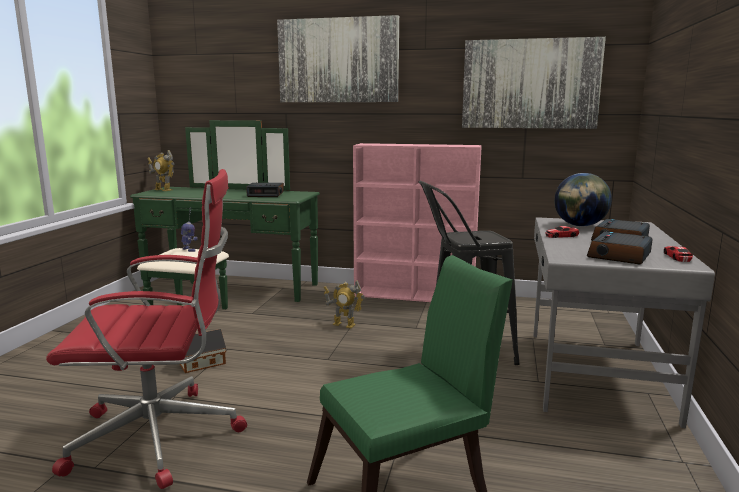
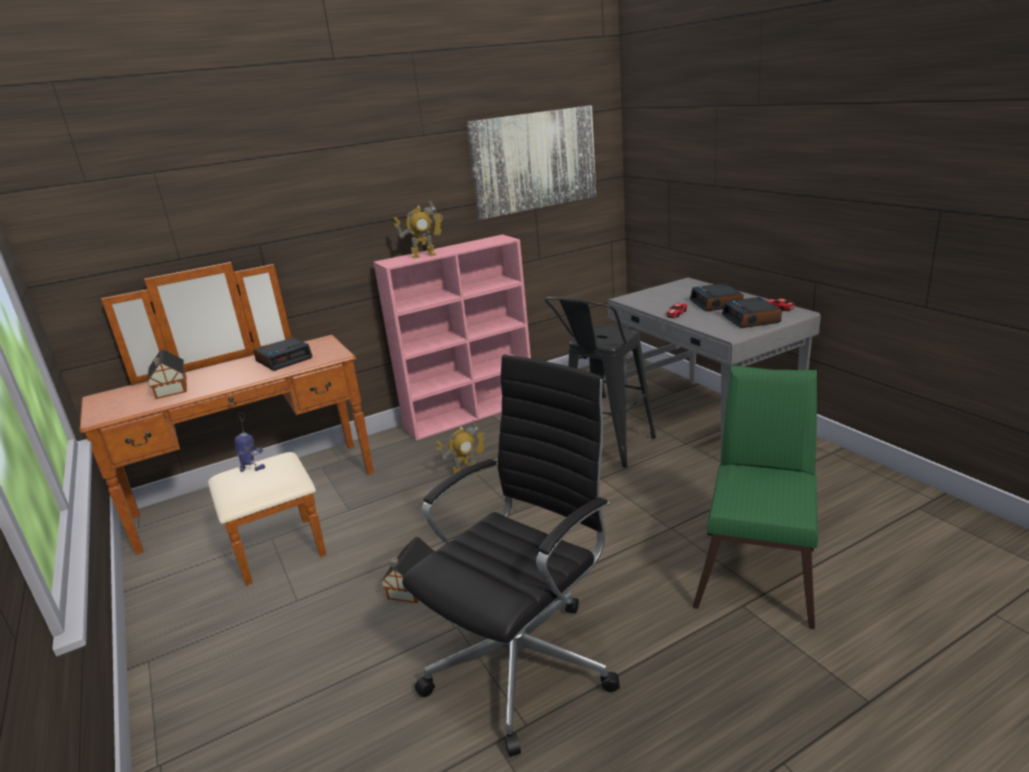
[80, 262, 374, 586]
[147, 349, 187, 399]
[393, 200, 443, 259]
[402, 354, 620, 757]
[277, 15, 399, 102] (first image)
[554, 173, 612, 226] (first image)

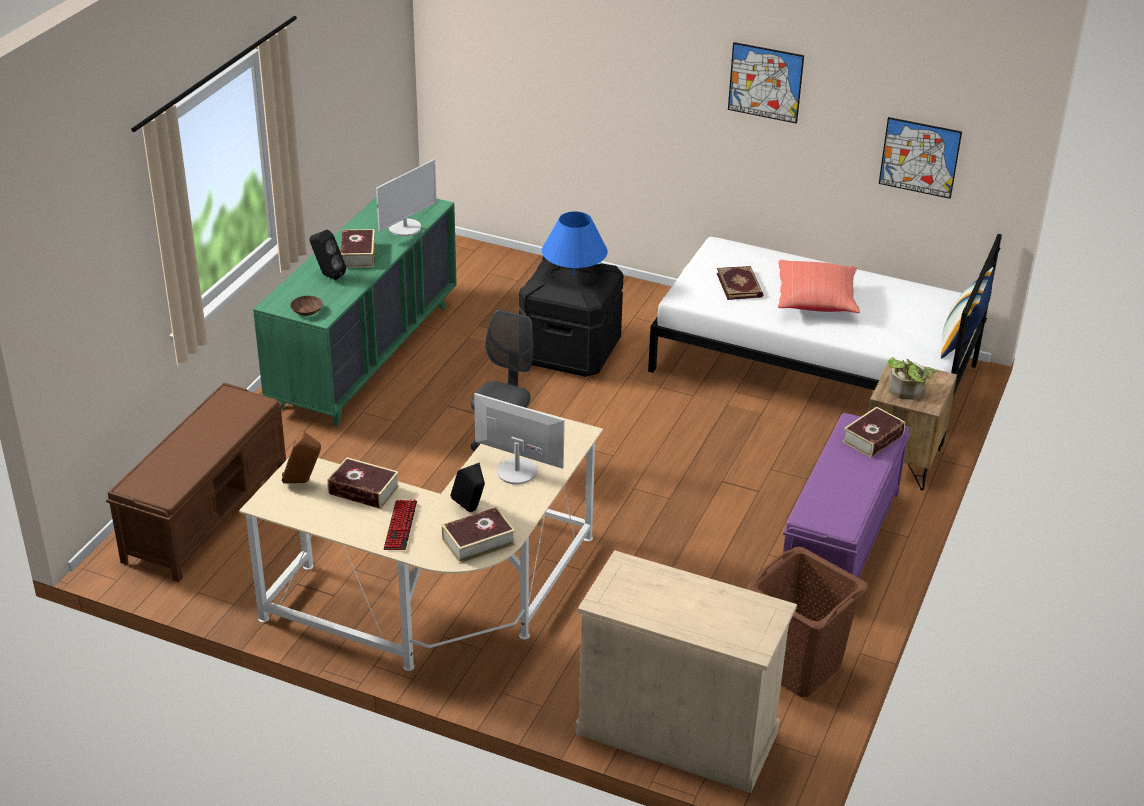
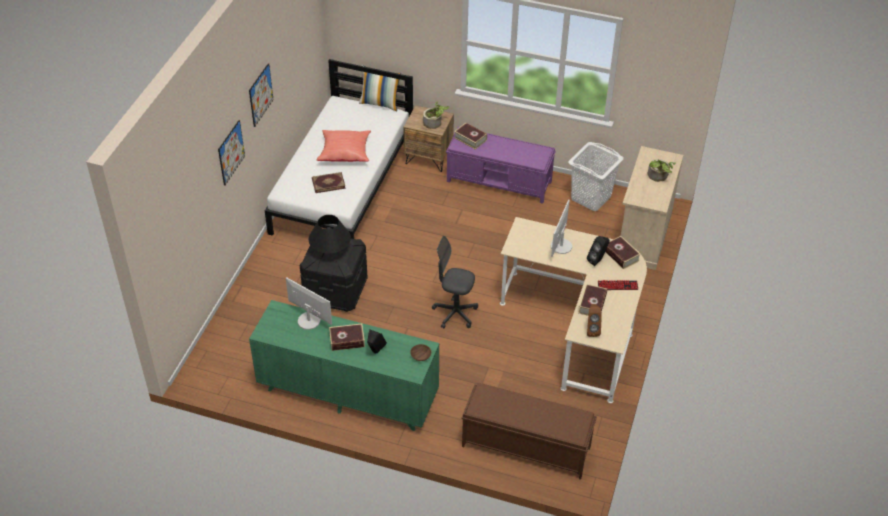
[218, 120, 245, 186]
[309, 215, 351, 253]
[568, 142, 624, 211]
[648, 159, 676, 182]

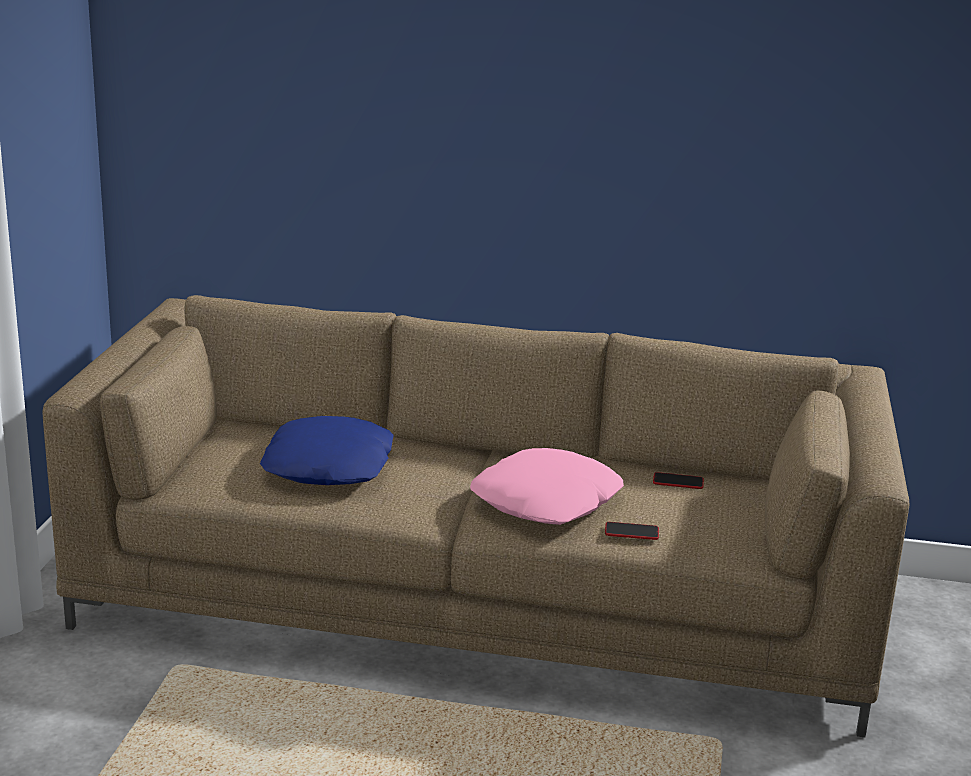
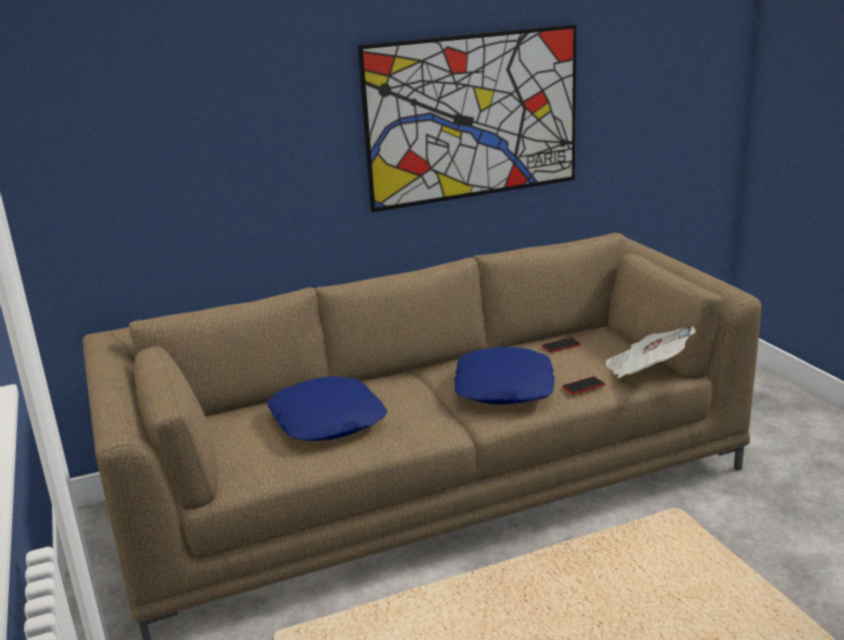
[358, 24, 577, 212]
[454, 347, 555, 404]
[605, 326, 695, 378]

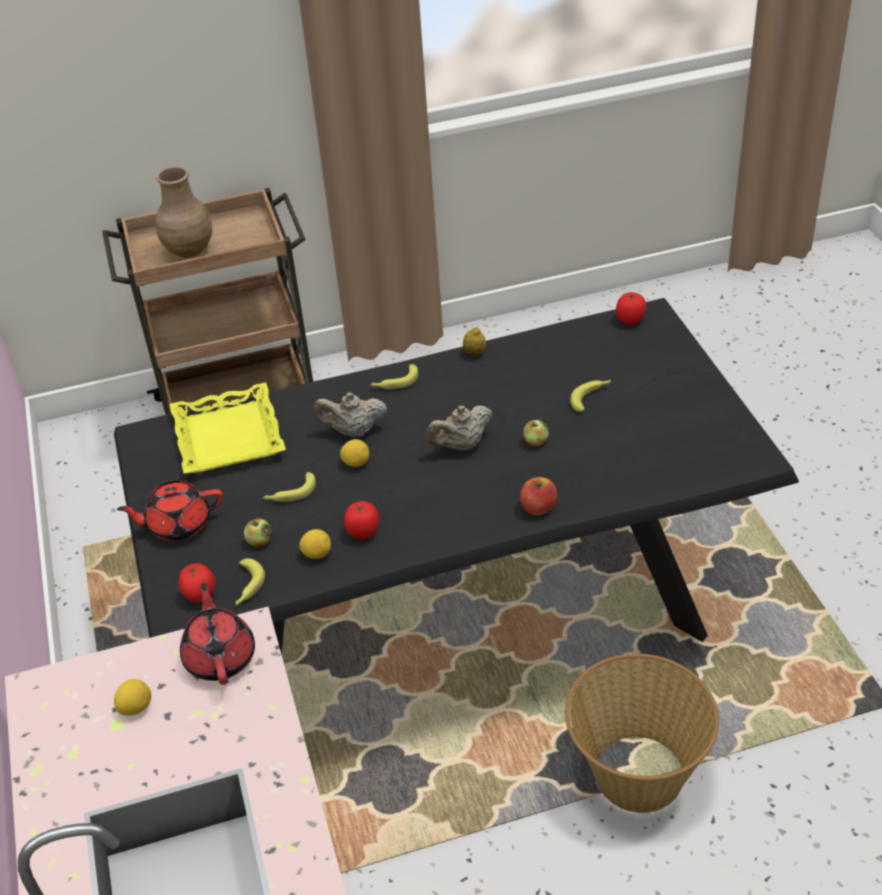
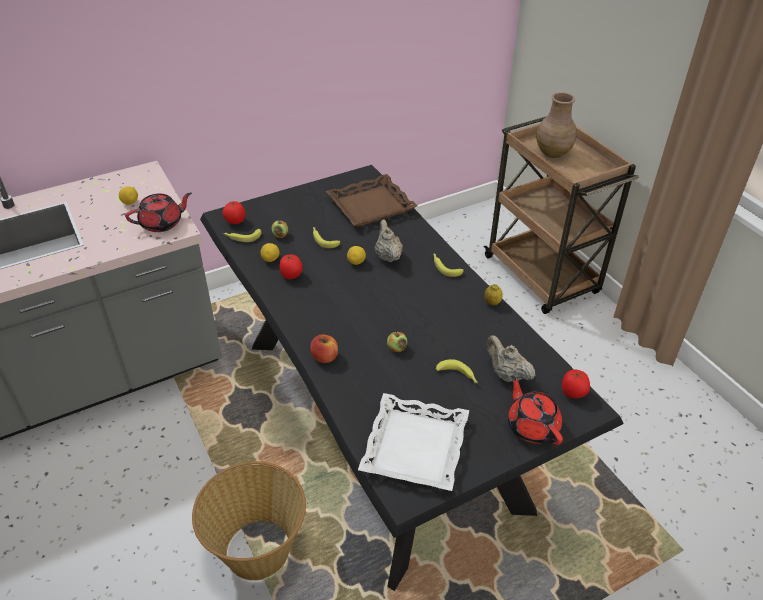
[326, 174, 417, 227]
[358, 393, 470, 491]
[486, 335, 535, 382]
[508, 375, 563, 445]

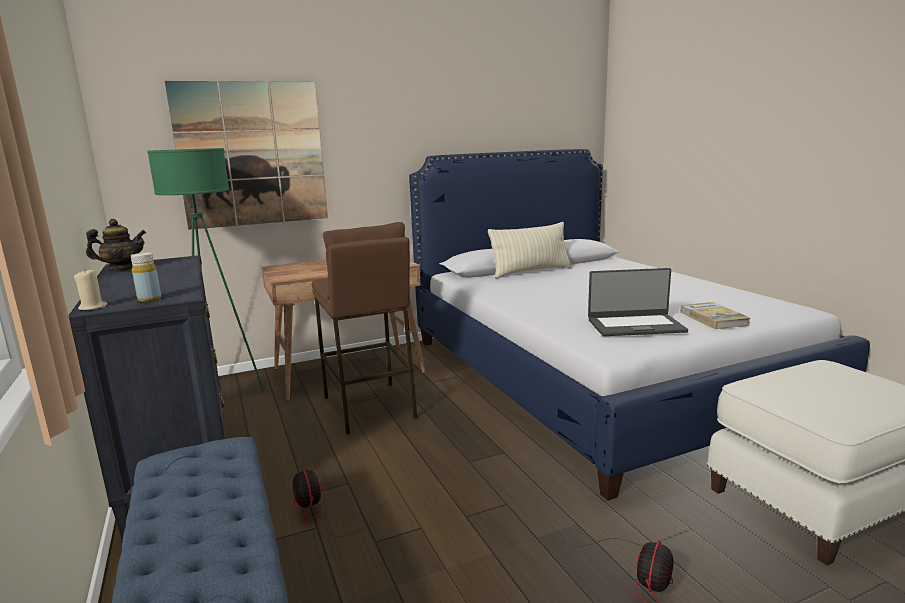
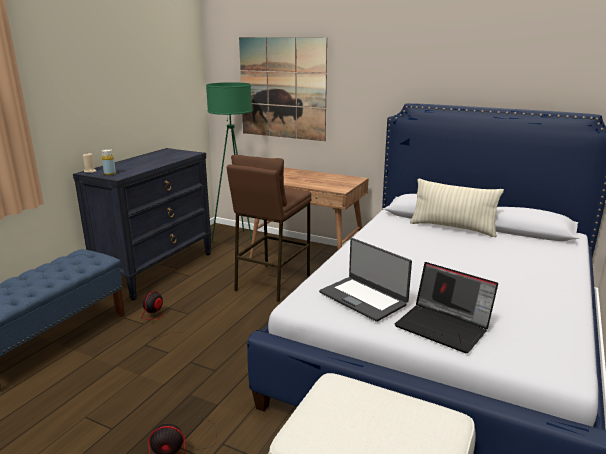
[394, 262, 498, 353]
[86, 219, 146, 271] (first image)

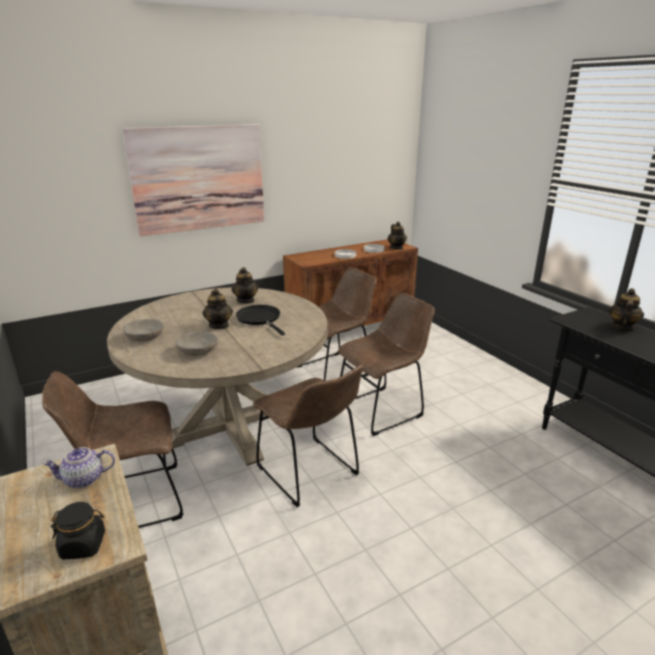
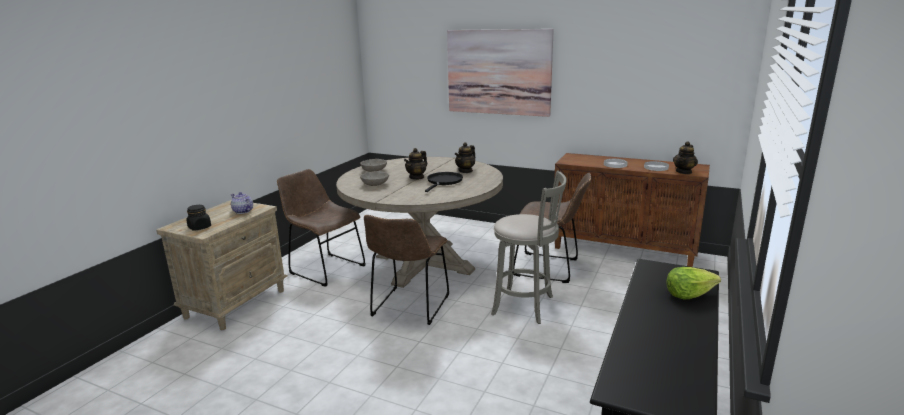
[491, 170, 567, 324]
[667, 267, 721, 300]

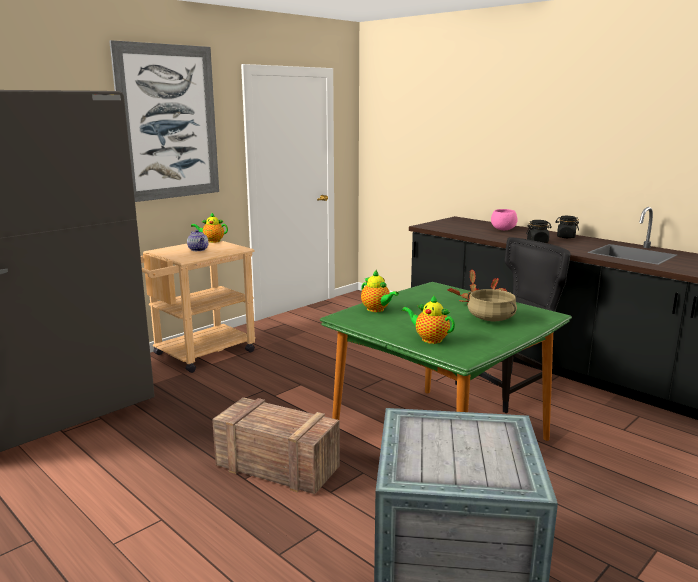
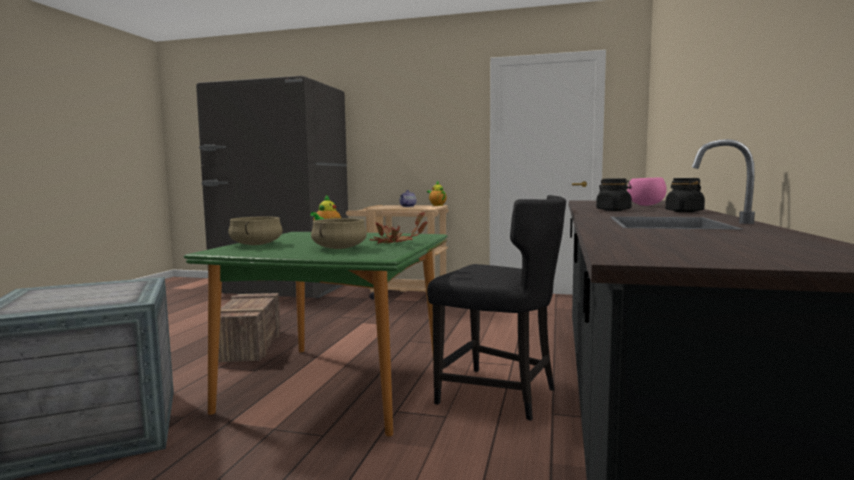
[228, 216, 283, 245]
[109, 40, 219, 202] (first image)

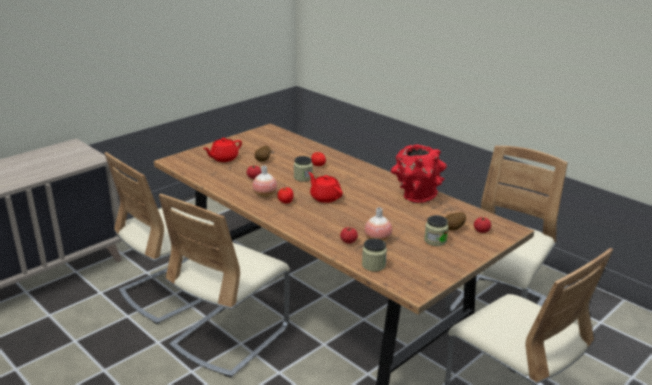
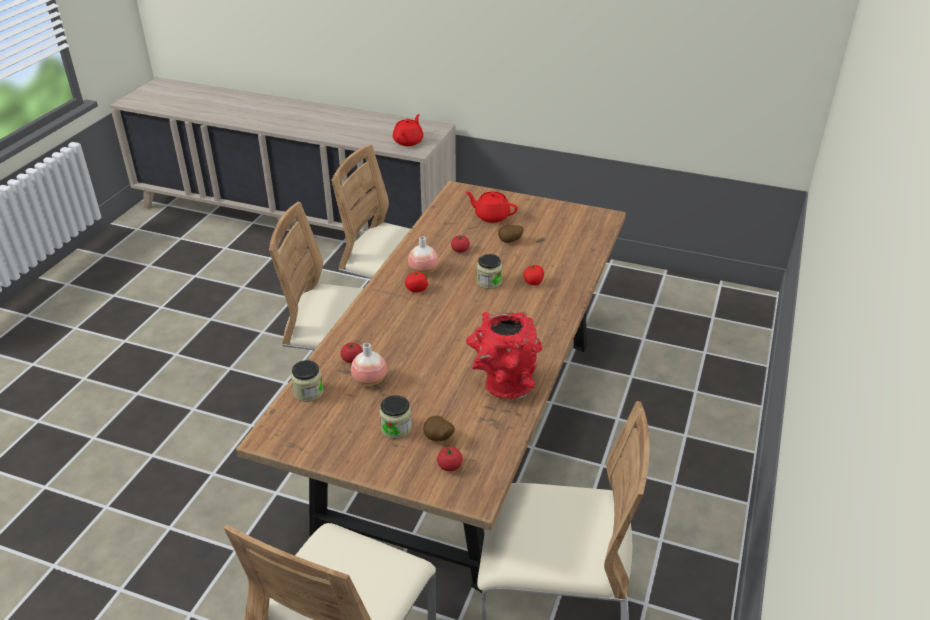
[393, 114, 423, 146]

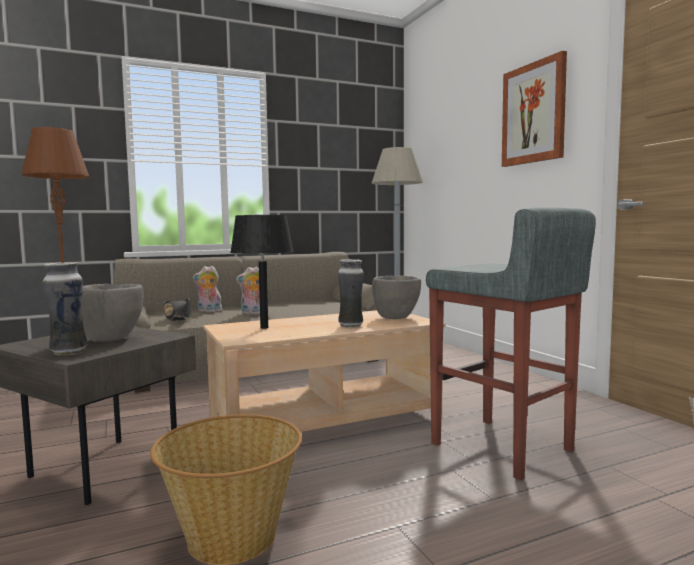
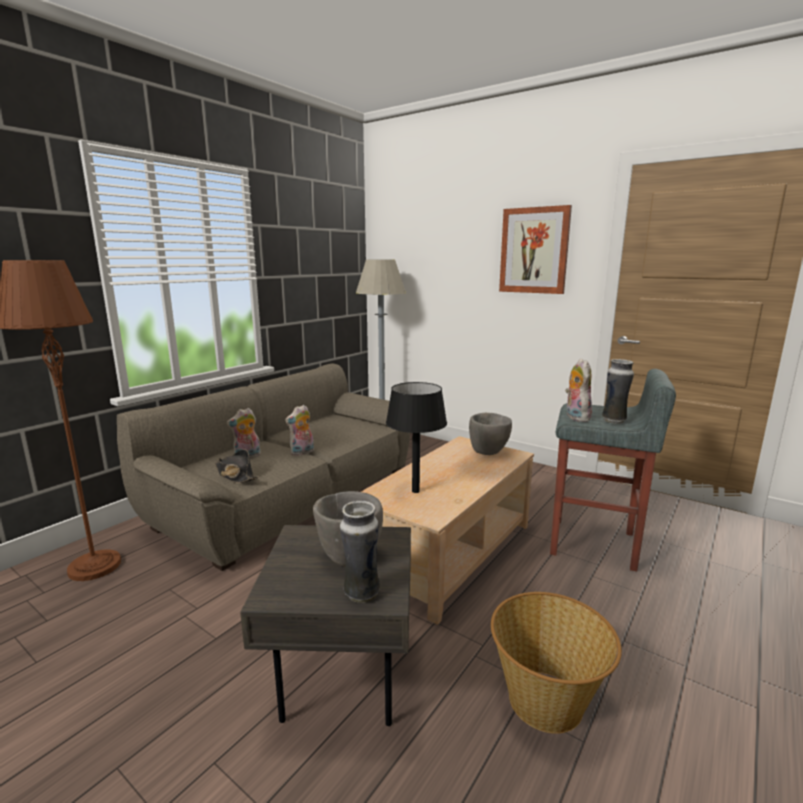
[565, 359, 592, 422]
[602, 359, 634, 424]

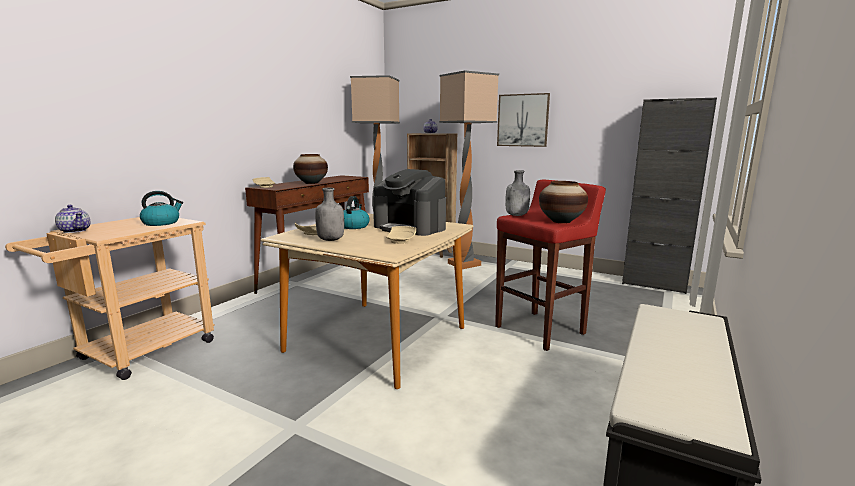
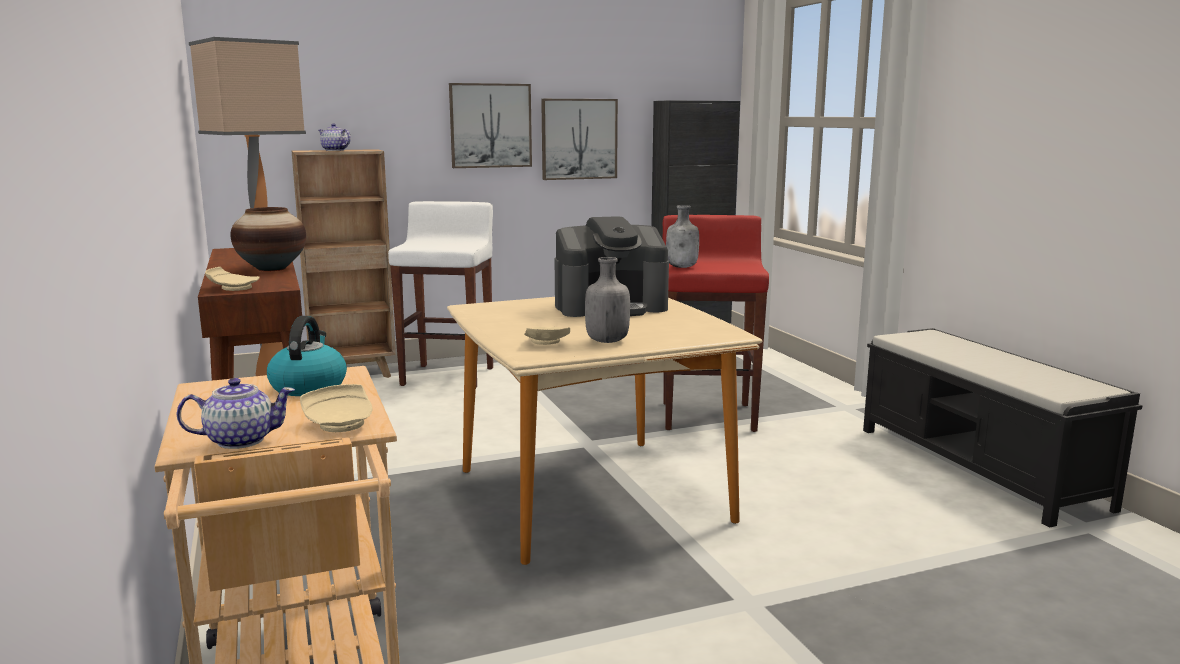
[300, 384, 373, 432]
[388, 201, 493, 388]
[541, 99, 618, 180]
[343, 196, 370, 229] (first image)
[539, 181, 588, 224] (first image)

